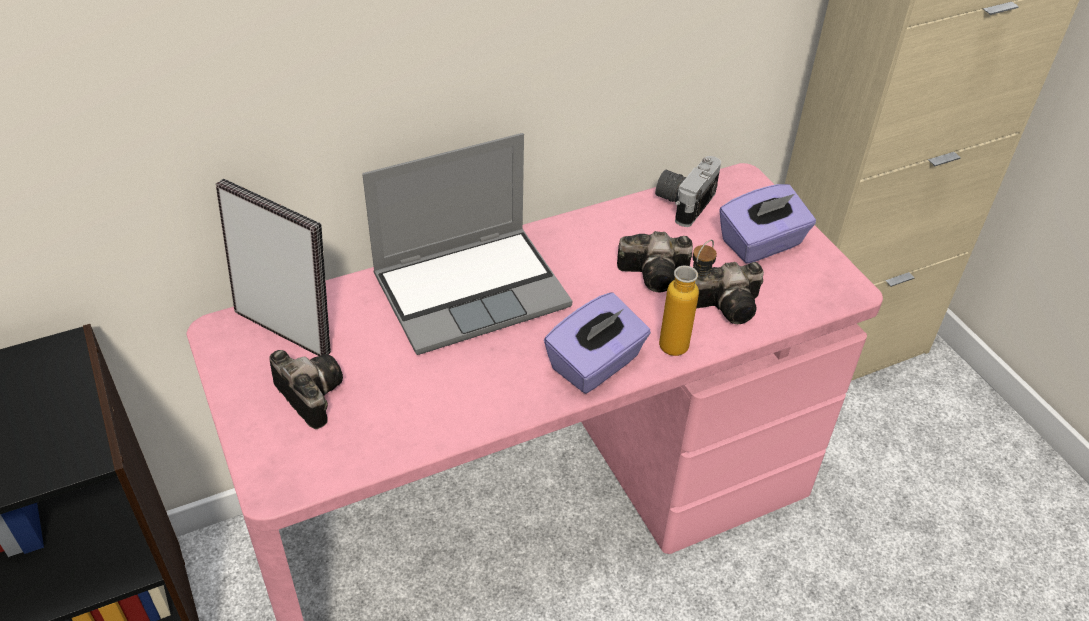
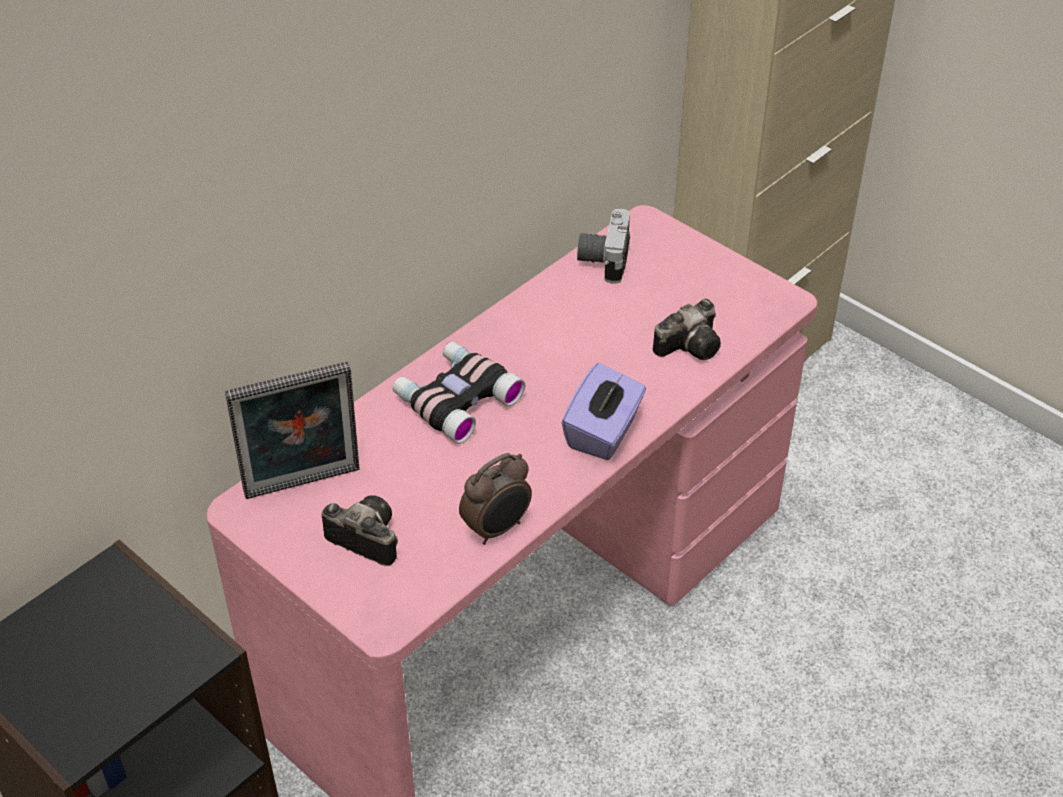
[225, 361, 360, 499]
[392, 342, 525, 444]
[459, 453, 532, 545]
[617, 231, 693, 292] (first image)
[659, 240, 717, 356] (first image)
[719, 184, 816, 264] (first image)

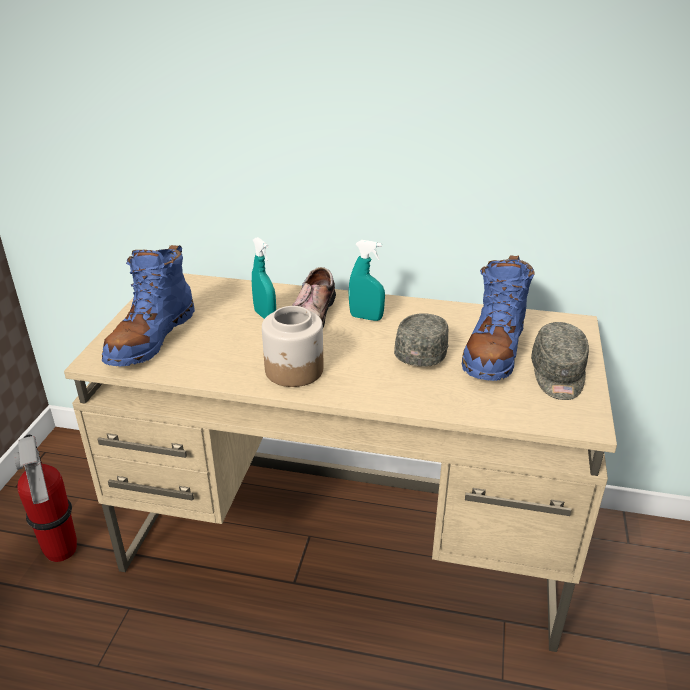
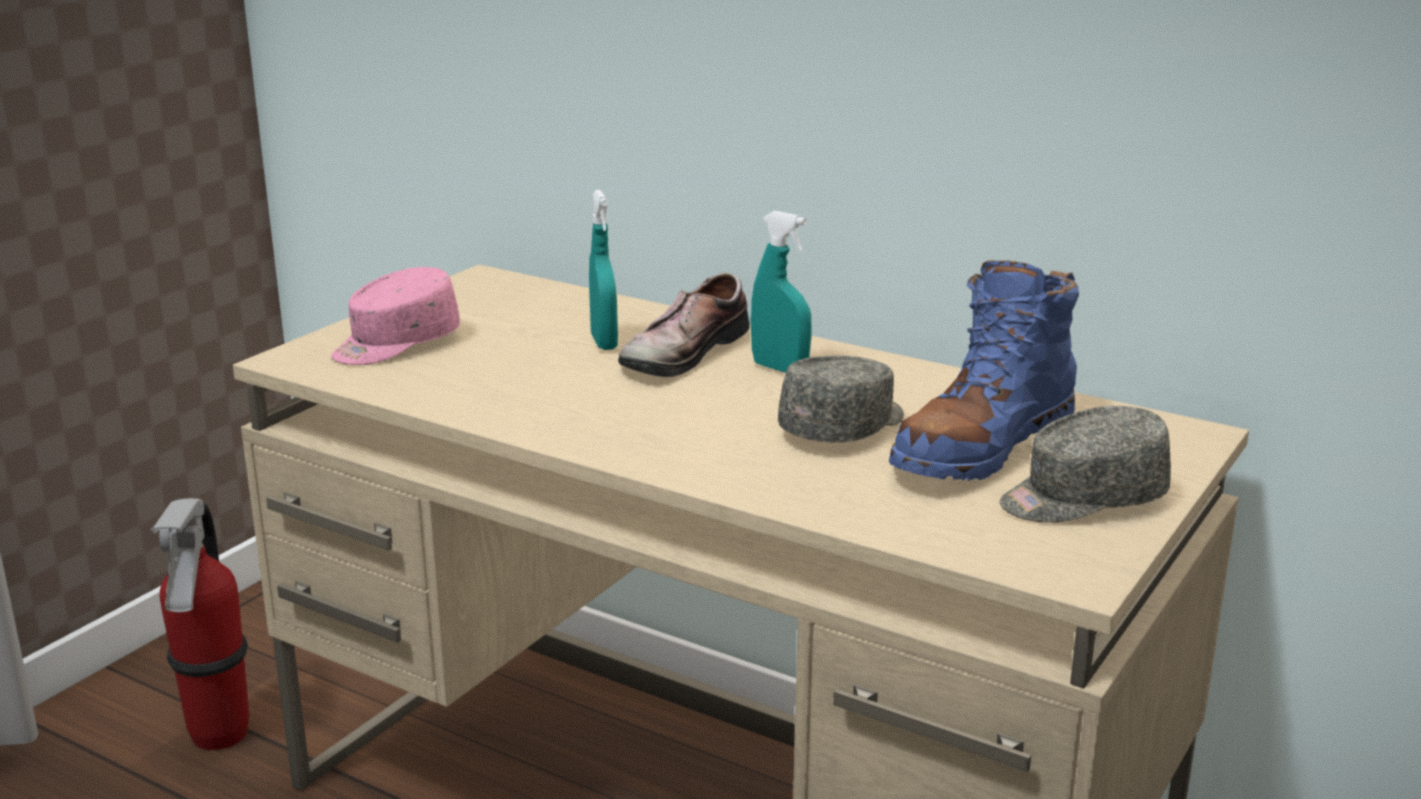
[331, 267, 460, 365]
[999, 406, 1171, 522]
[262, 306, 324, 387] (first image)

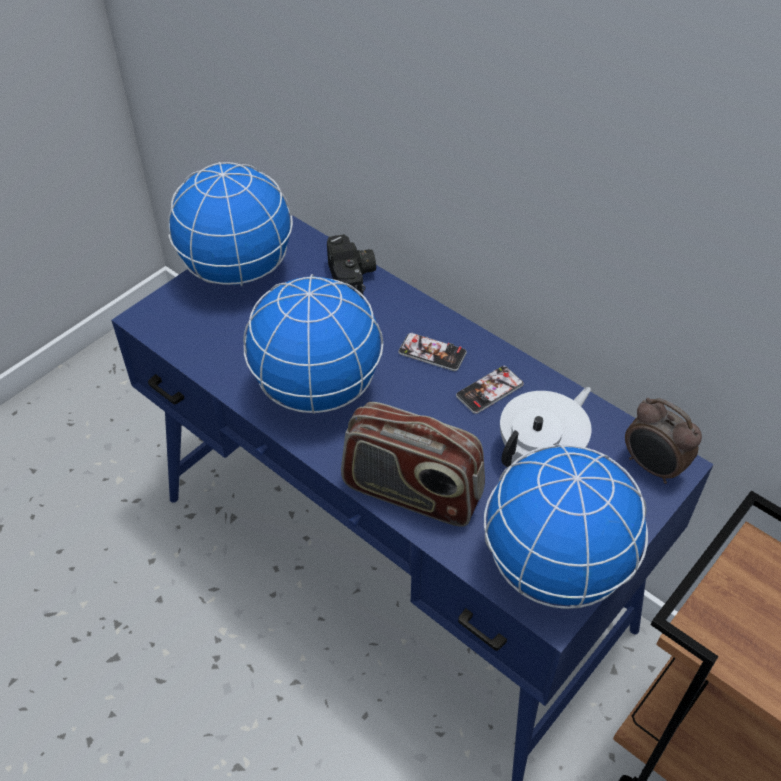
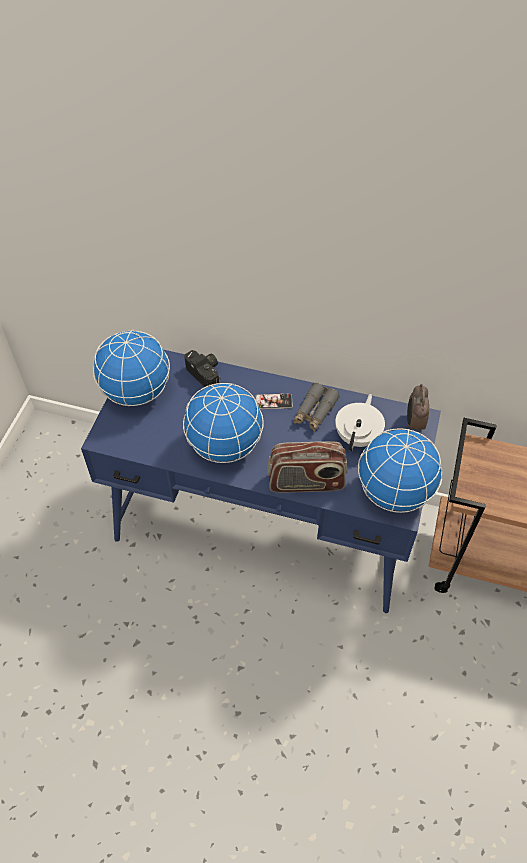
[293, 383, 340, 432]
[407, 384, 429, 432]

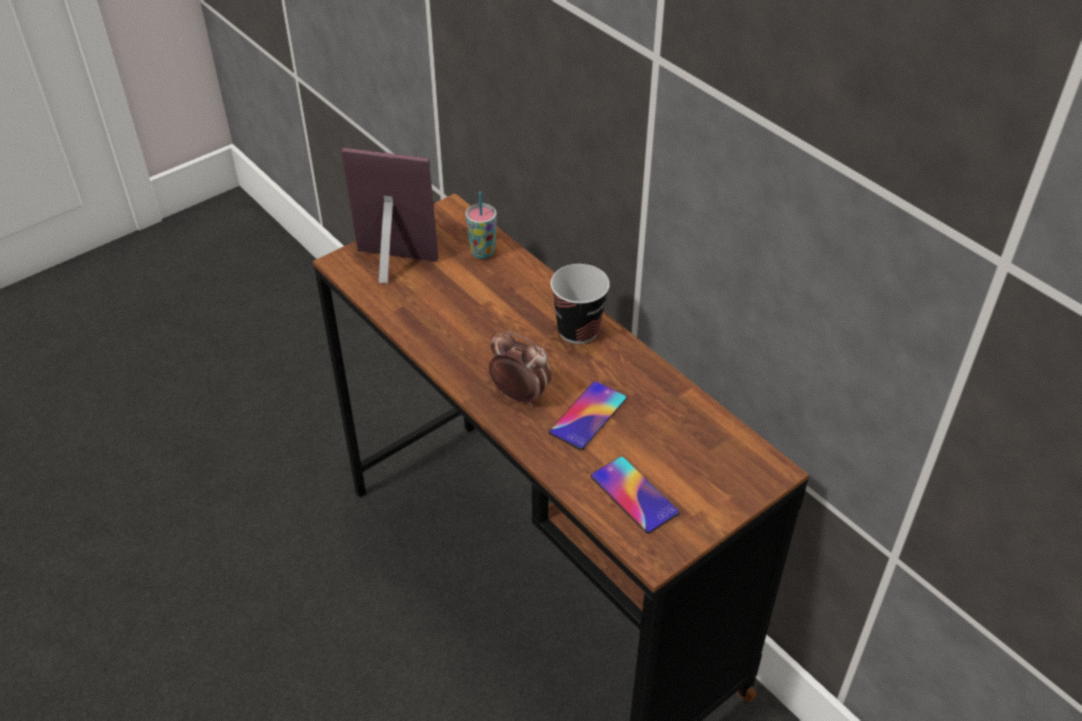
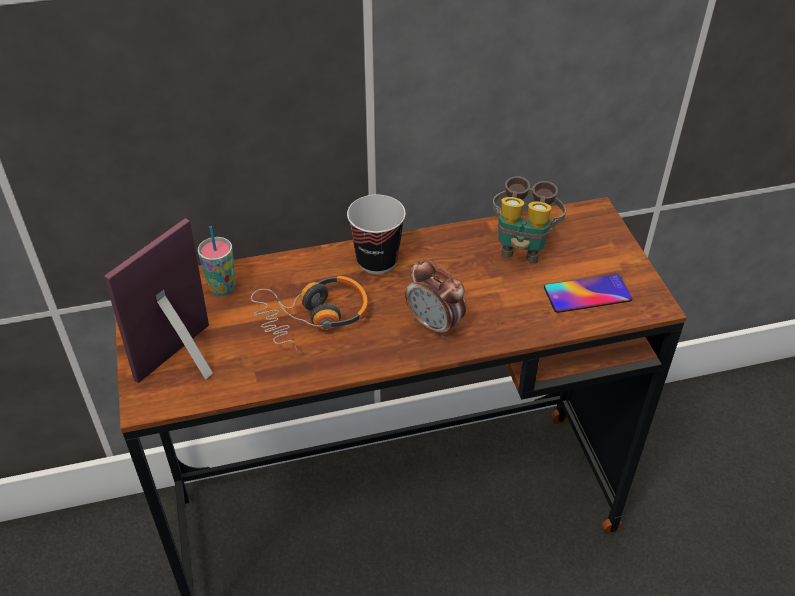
[251, 276, 368, 351]
[405, 259, 466, 339]
[493, 176, 566, 264]
[549, 381, 627, 450] (first image)

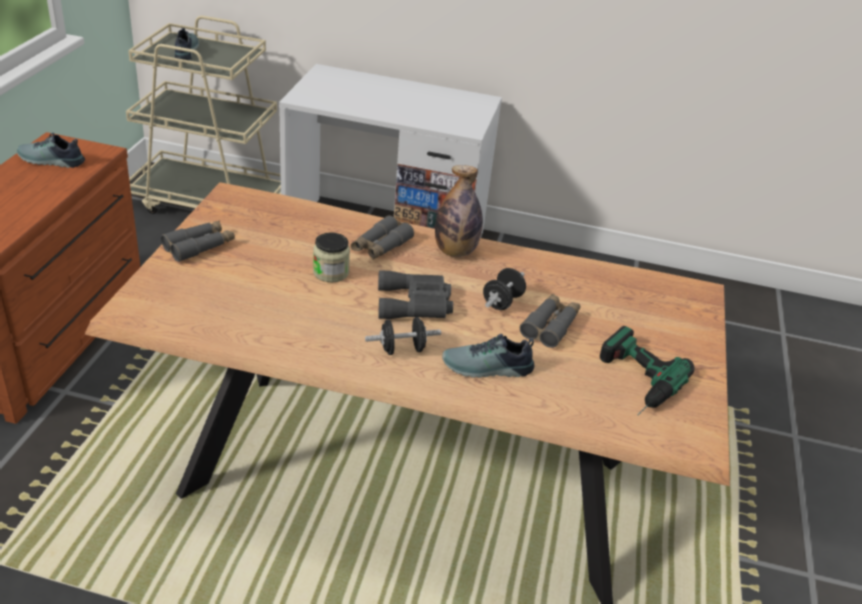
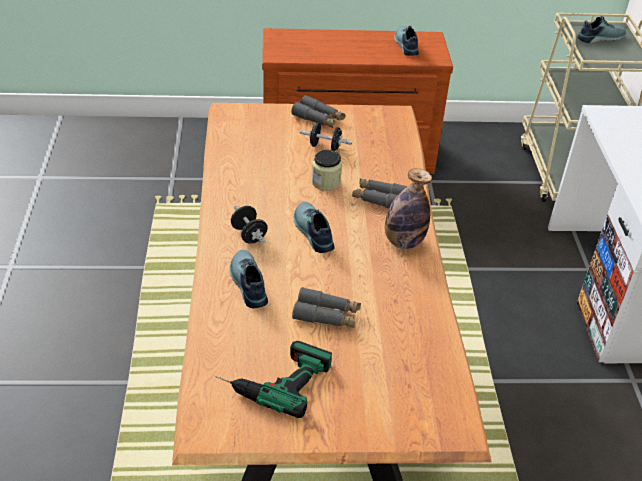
[293, 202, 335, 253]
[300, 123, 352, 151]

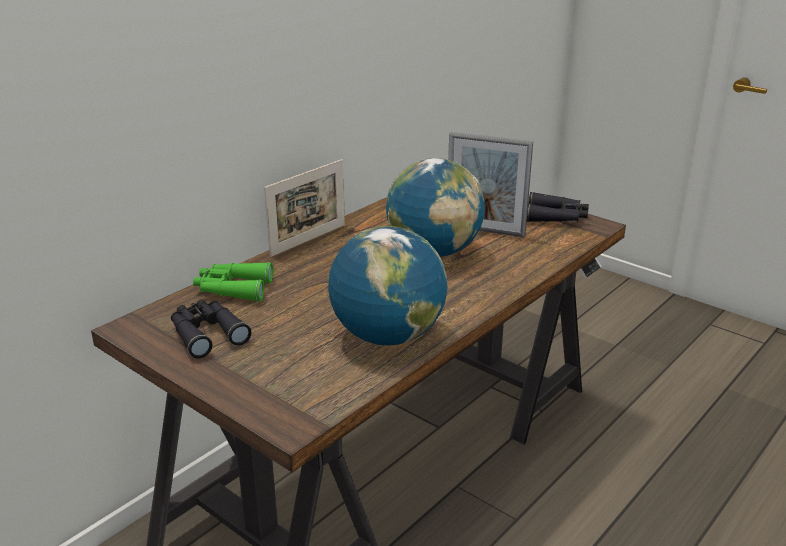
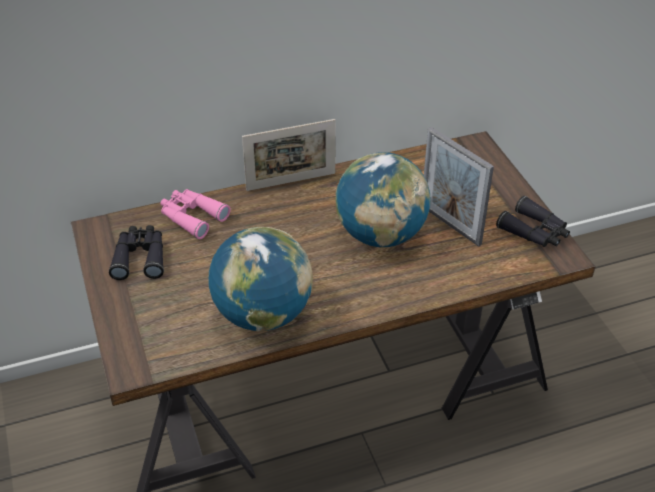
[161, 189, 231, 239]

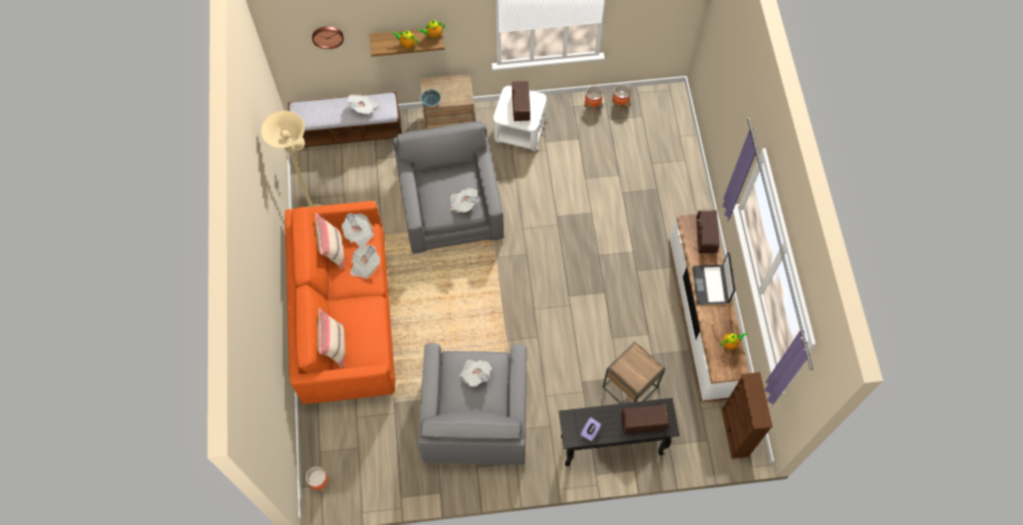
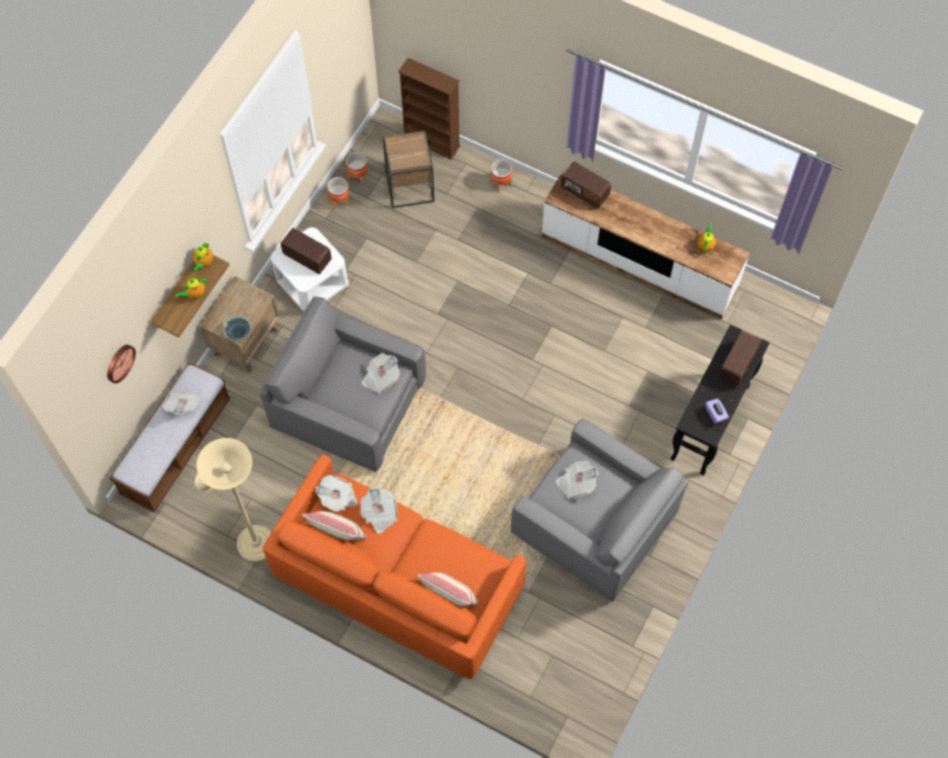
[383, 131, 435, 208]
[398, 58, 460, 160]
[490, 160, 512, 193]
[692, 252, 735, 305] (first image)

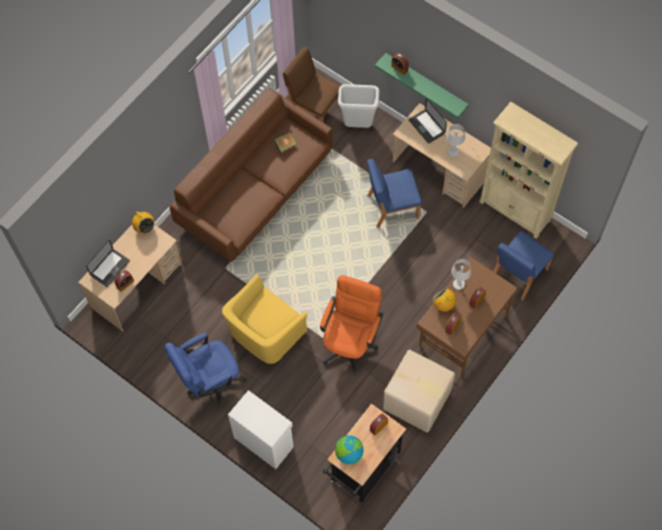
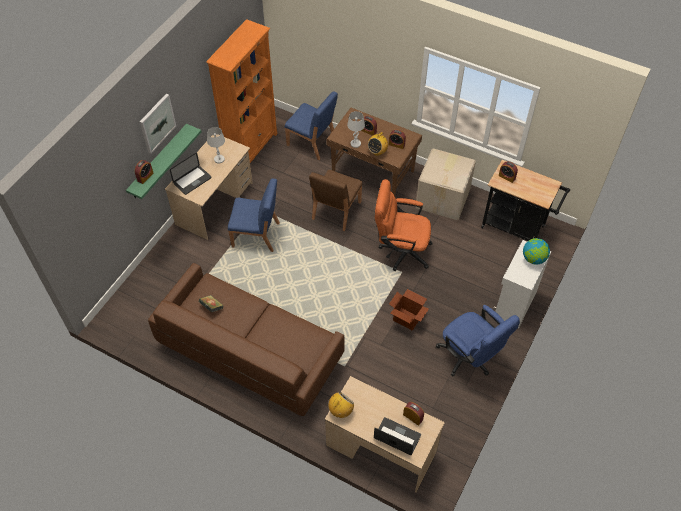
[140, 94, 176, 154]
[206, 19, 277, 163]
[228, 179, 280, 252]
[309, 170, 363, 231]
[389, 289, 429, 331]
[523, 238, 550, 265]
[338, 84, 380, 128] (first image)

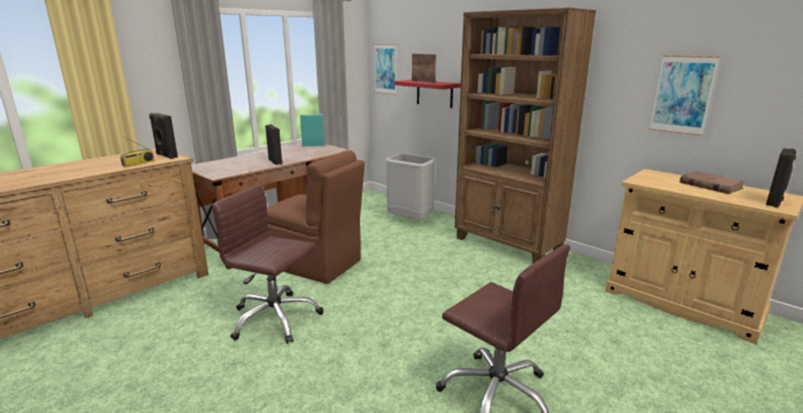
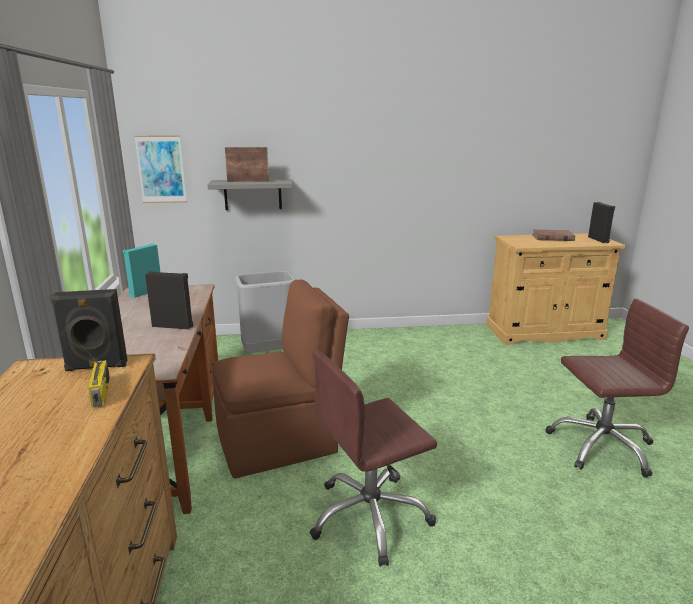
[207, 179, 292, 210]
[455, 8, 596, 263] (first image)
[649, 55, 720, 136] (first image)

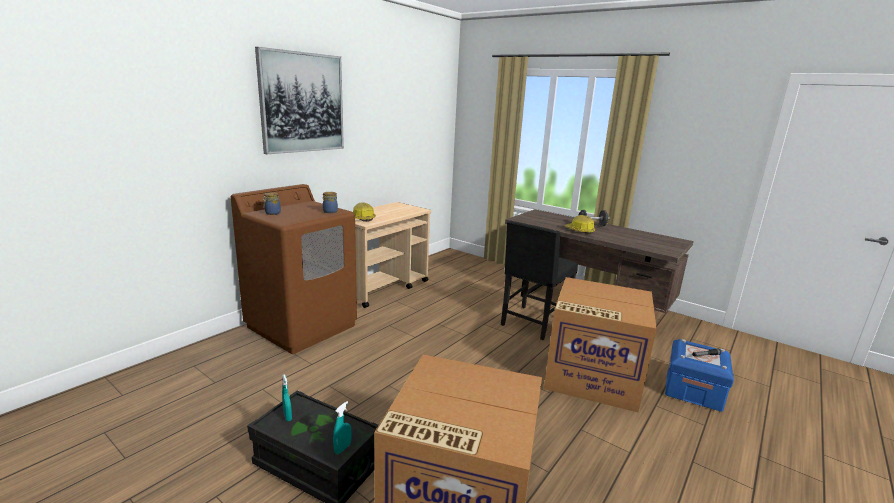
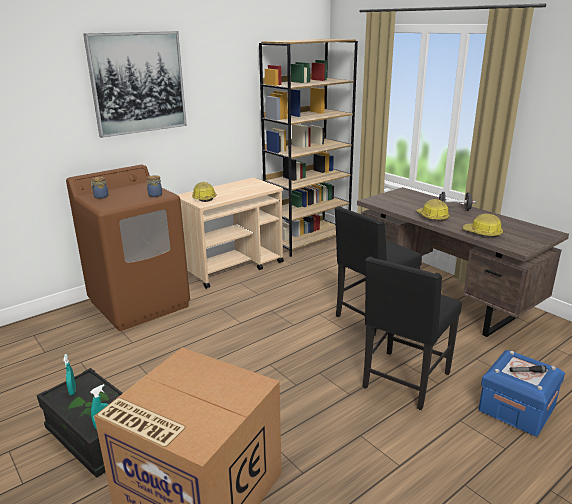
[259, 39, 358, 257]
[363, 257, 462, 410]
[463, 214, 503, 237]

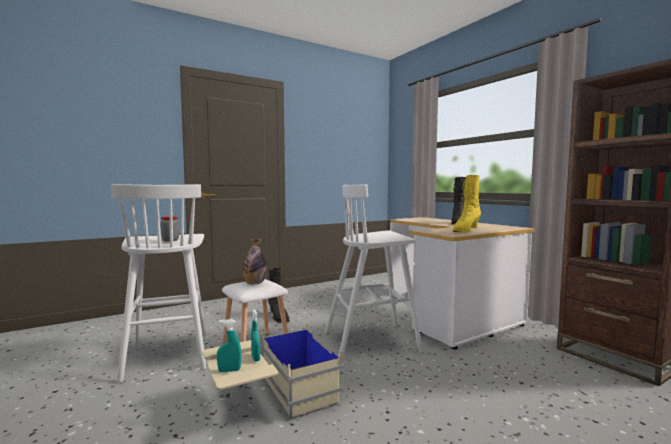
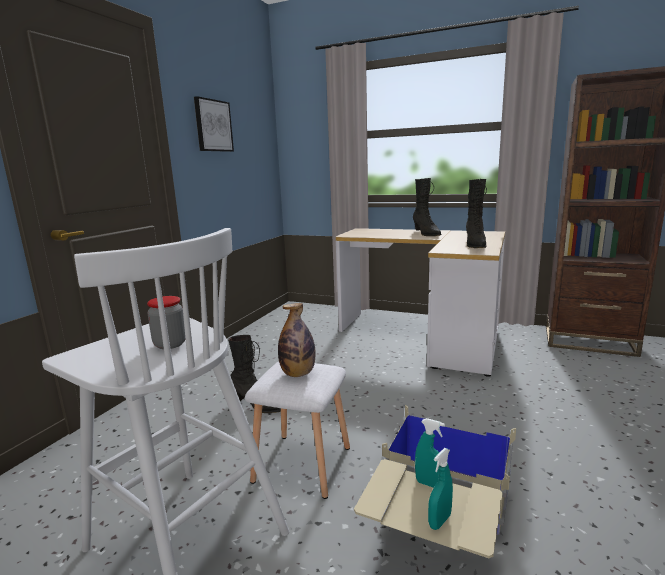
[194, 96, 234, 152]
[466, 179, 487, 248]
[325, 184, 423, 357] (first image)

